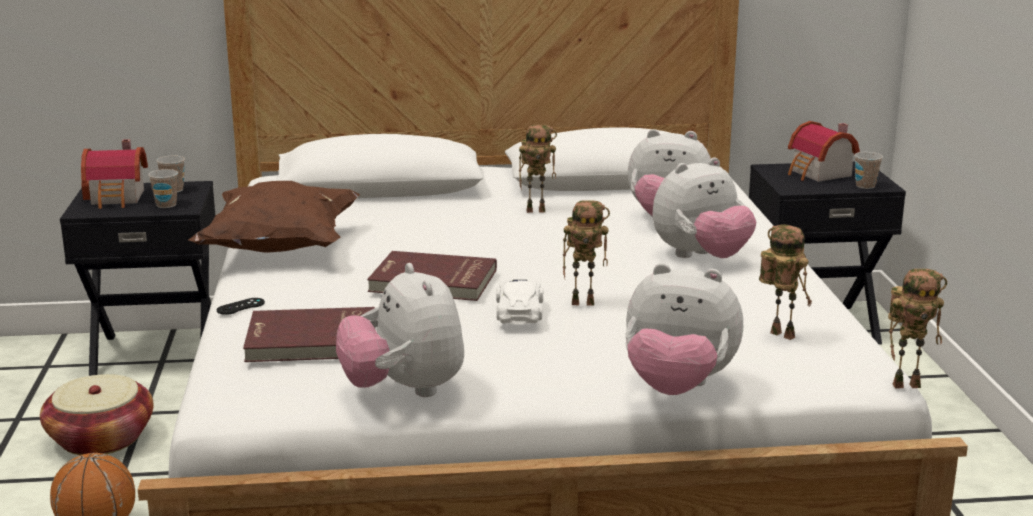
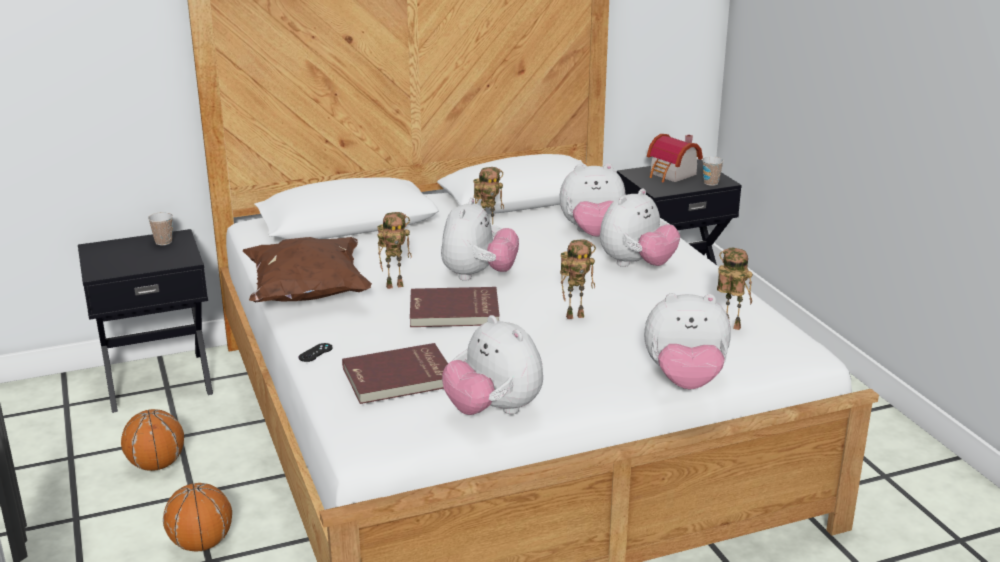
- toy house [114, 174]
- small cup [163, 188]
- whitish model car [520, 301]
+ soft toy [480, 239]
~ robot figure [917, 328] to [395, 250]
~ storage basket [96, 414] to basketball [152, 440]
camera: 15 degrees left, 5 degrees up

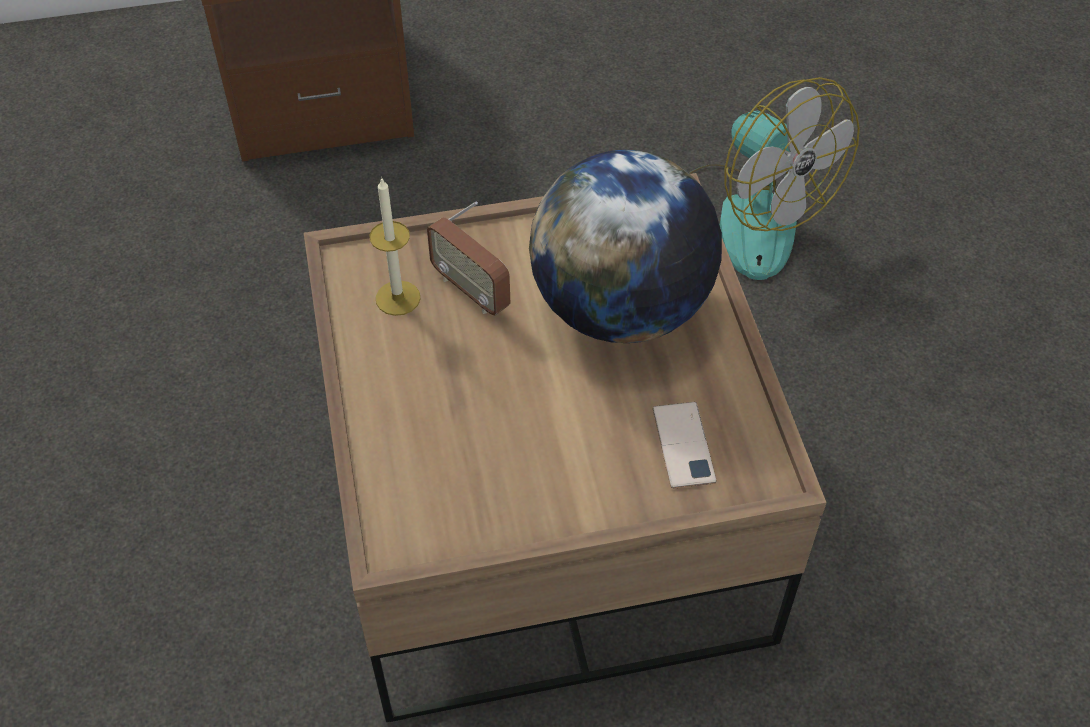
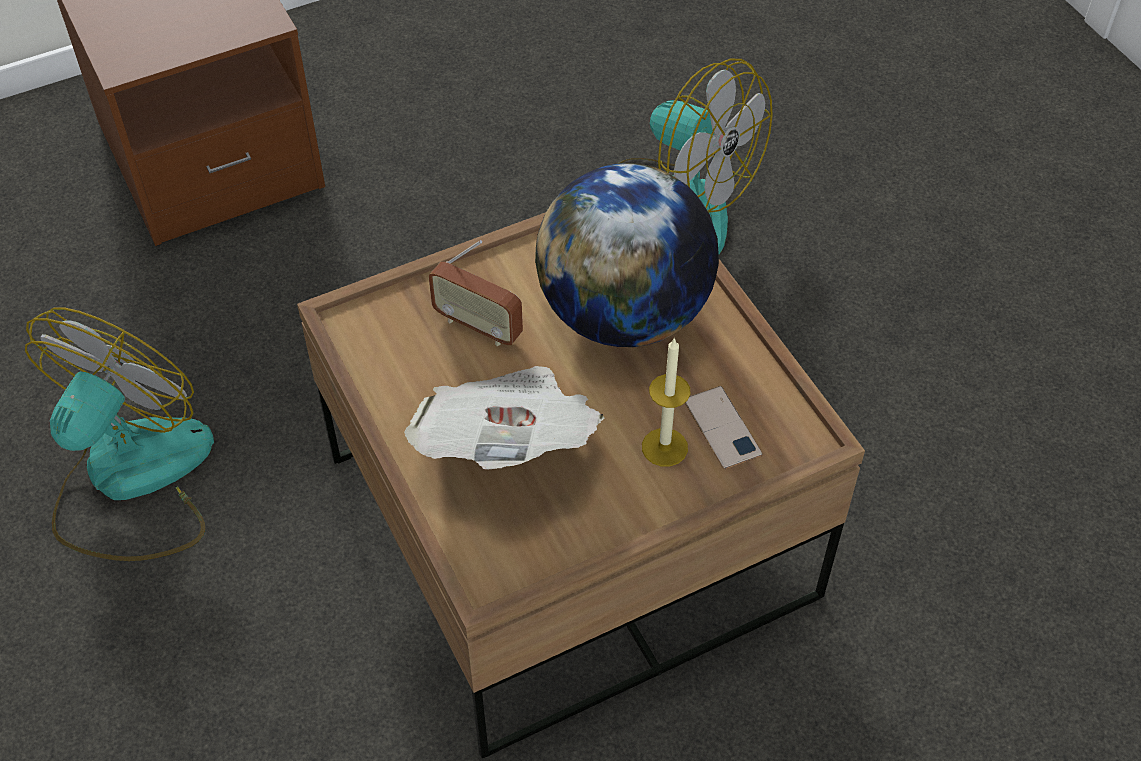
+ electric fan [119, 434]
+ newspaper [504, 418]
~ candle [395, 246] to [666, 401]
camera: 15 degrees left, 0 degrees up

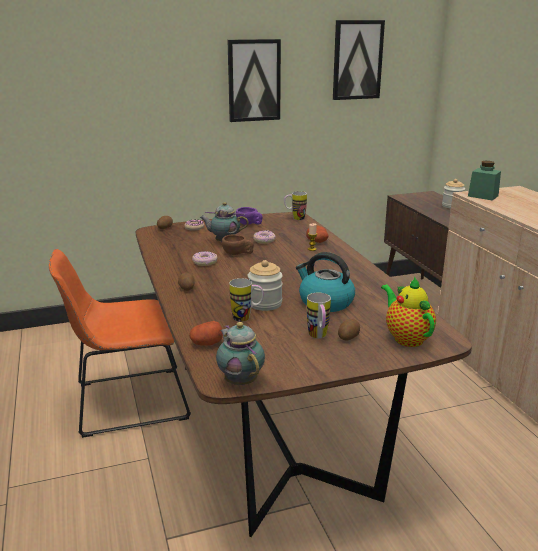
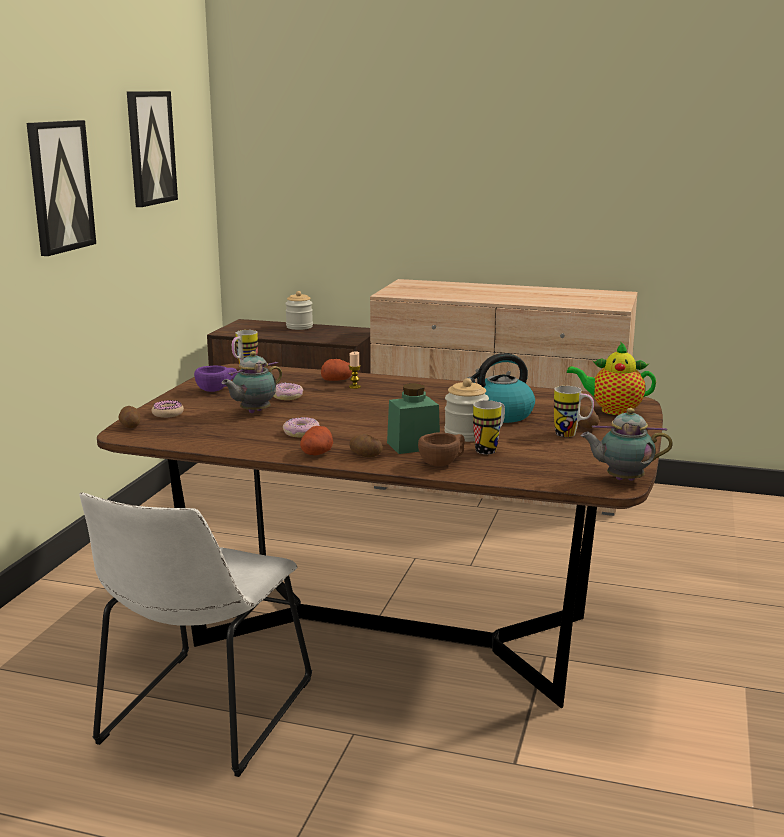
~ whole potato [206, 333] to [316, 440]
~ brownish small cup [238, 244] to [441, 449]
~ green-coloured preserve jar [484, 181] to [413, 418]
~ orangey plain chair [120, 343] to whitish plain chair [195, 634]
camera: 55 degrees left, 5 degrees down

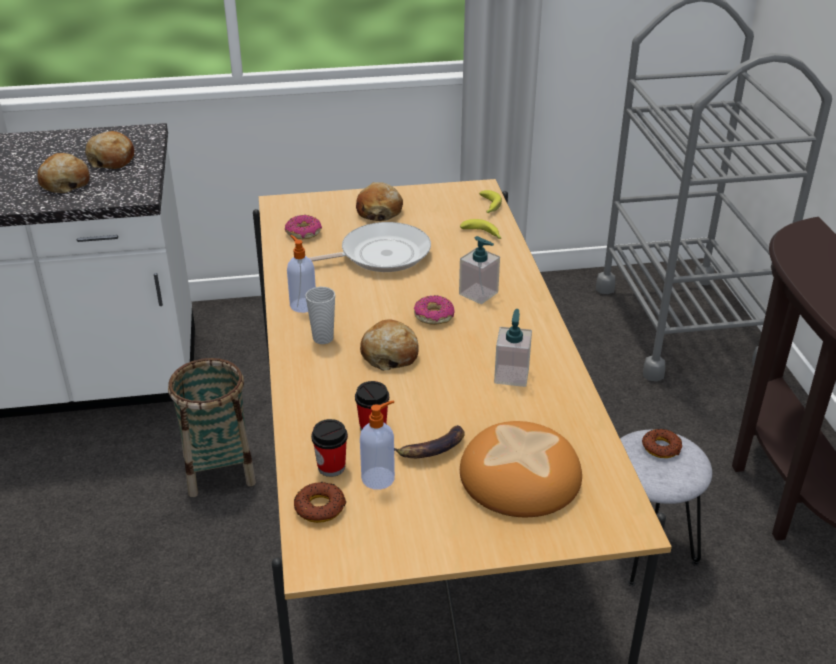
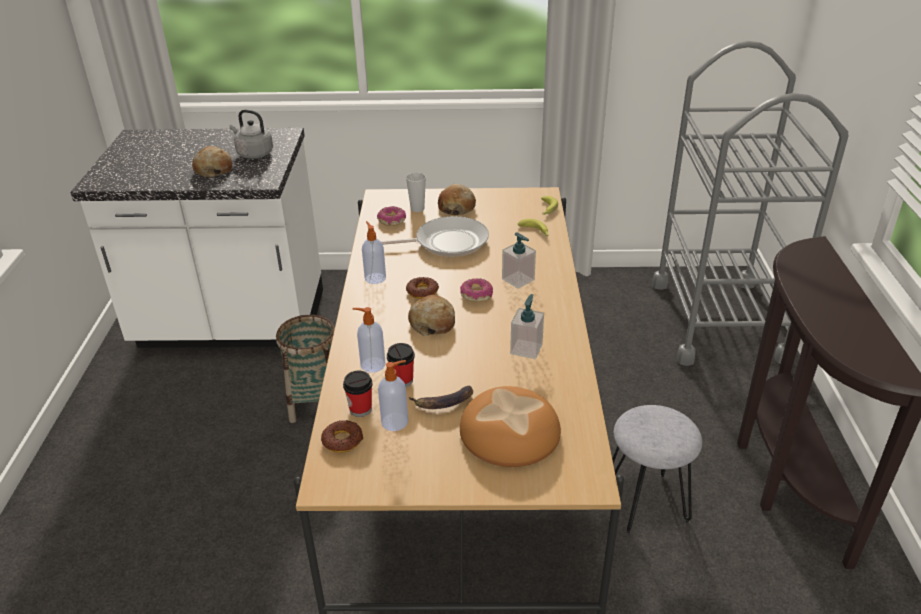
+ soap dispenser [369, 340]
~ small cup [320, 315] to [416, 192]
~ doughnut [662, 443] to [422, 288]
~ bread [109, 150] to grey tea kettle [251, 134]
camera: 10 degrees right, 0 degrees up

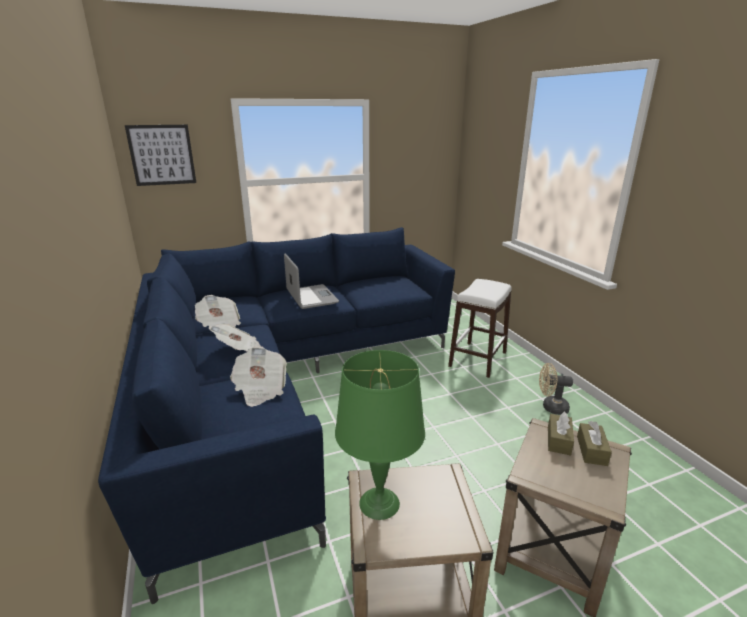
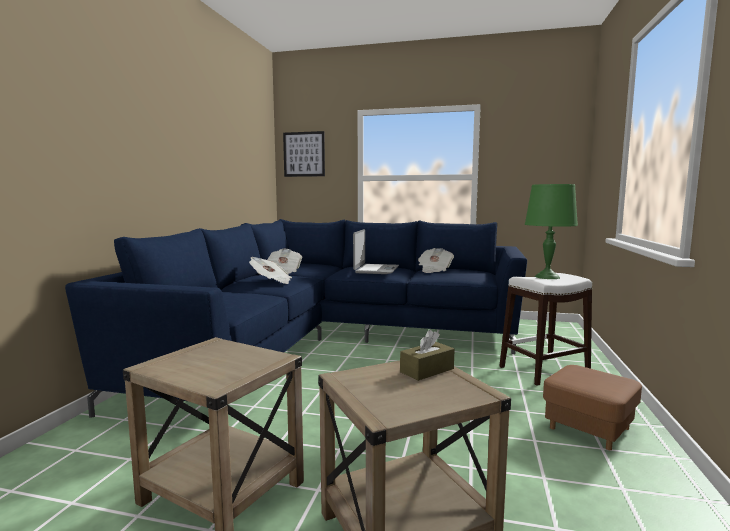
- brownish box of tissues [594, 443]
~ newspaper [258, 376] to [436, 260]
~ green-coloured tabletop lamp [380, 435] to [551, 231]
~ sand-coloured electric fan [556, 389] to brownish footrest [592, 407]
camera: 35 degrees right, 15 degrees down

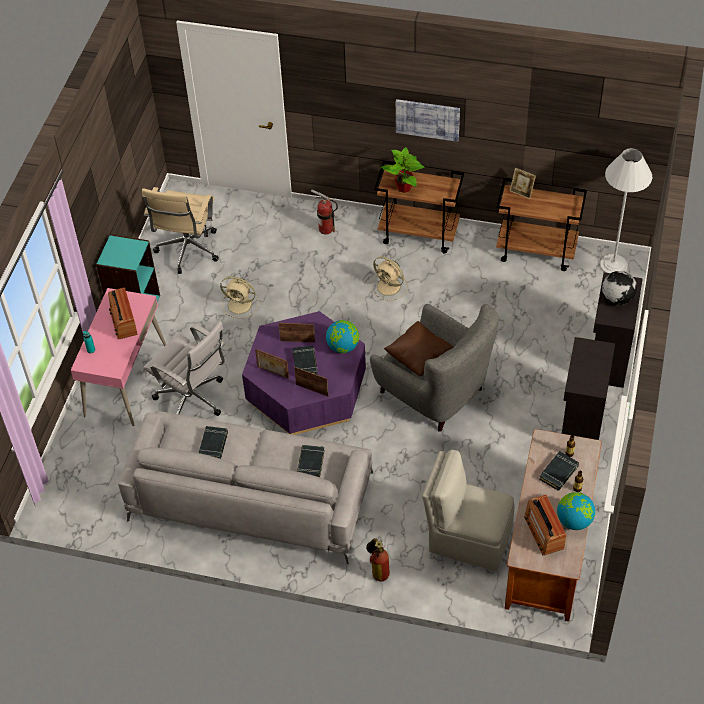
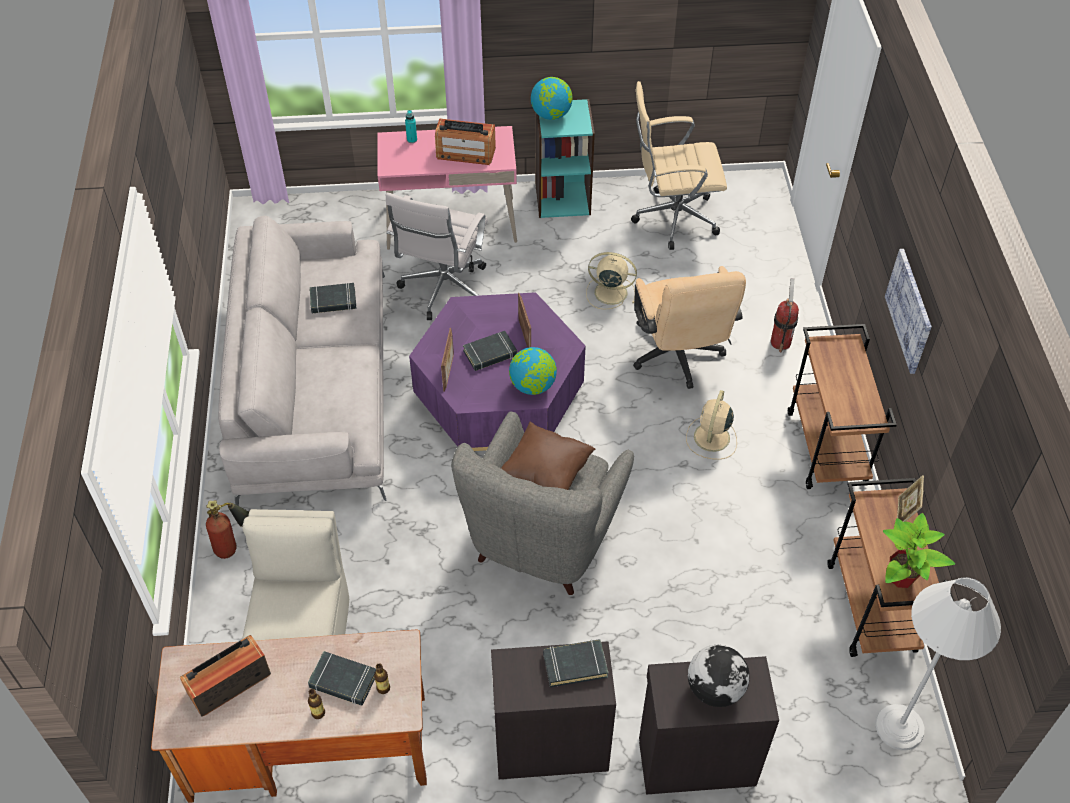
- photo frame [272, 364]
+ sand-coloured desk chair [689, 327]
~ black-coloured volume [311, 461] to [575, 663]
~ potted plant [402, 170] to [919, 550]
~ world globe [576, 511] to [552, 98]
~ radio receiver [123, 313] = [465, 141] 135 degrees counterclockwise
~ sand-coloured electric fan [239, 297] = [611, 281] 105 degrees clockwise
camera: 70 degrees right, 0 degrees up

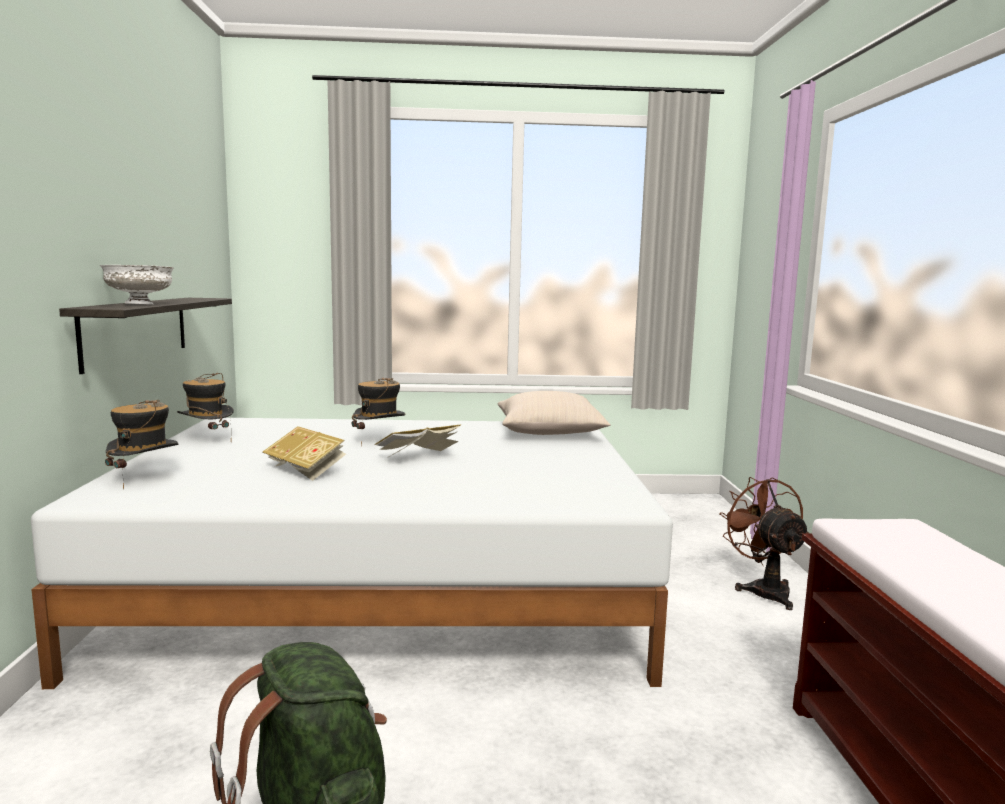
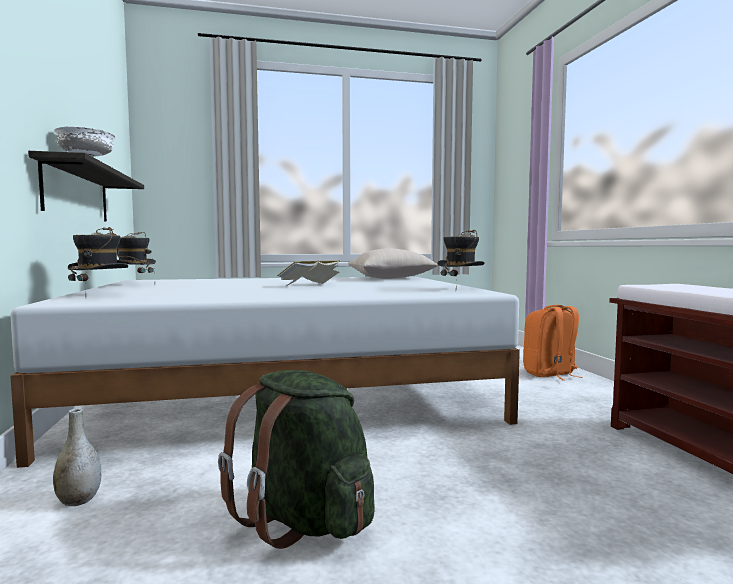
- volume [304, 453]
+ grey vase [77, 457]
~ clothing hat [378, 412] to [460, 259]
~ brownish electric fan [764, 543] to orangey knapsack [553, 342]
camera: 10 degrees left, 5 degrees down

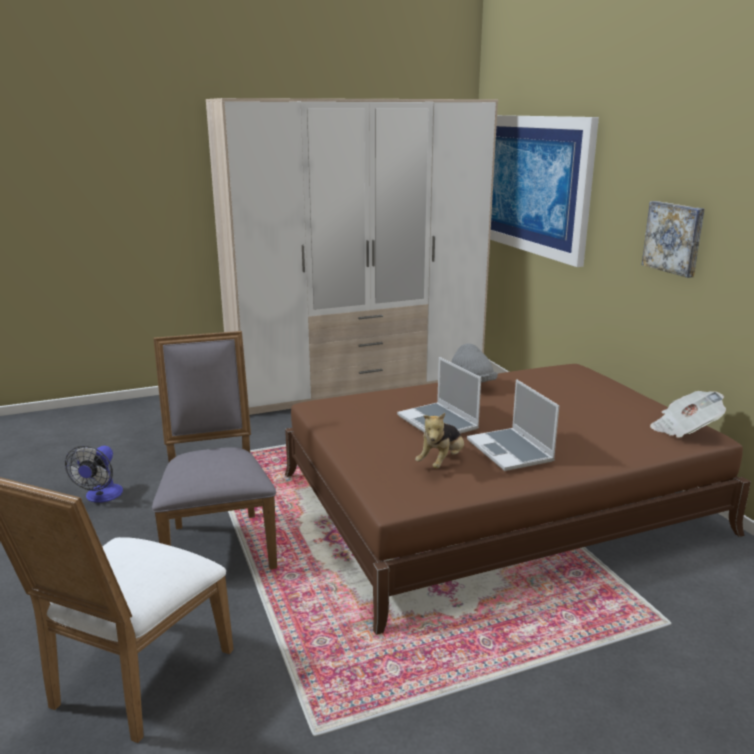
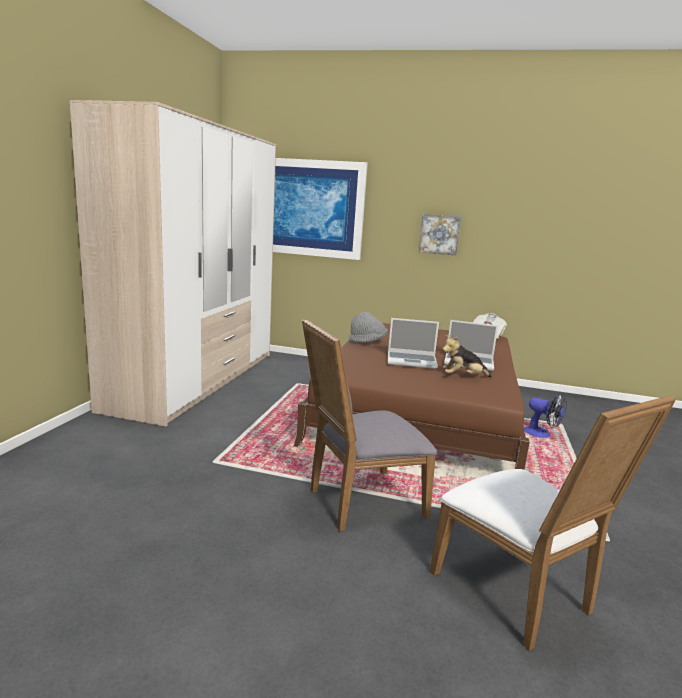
~ electric fan [94, 474] to [545, 415]
~ grey plain chair [214, 450] = [369, 425] 45 degrees counterclockwise
~ soft toy [439, 441] = [467, 356] 105 degrees clockwise
camera: 55 degrees left, 5 degrees down

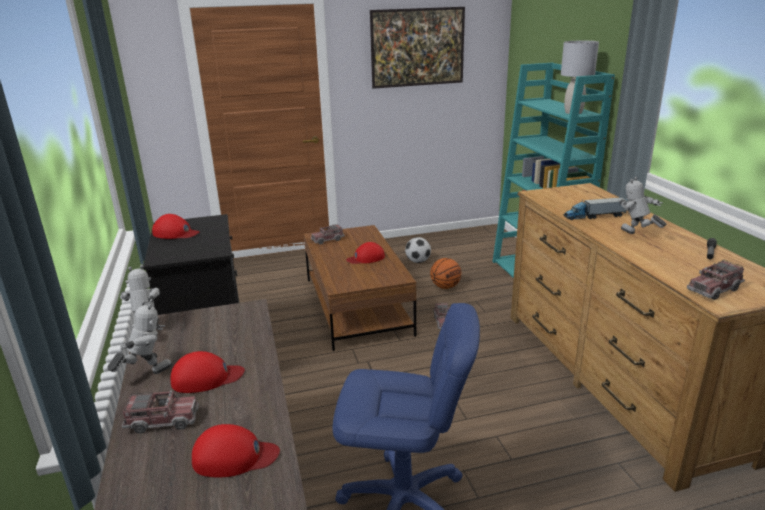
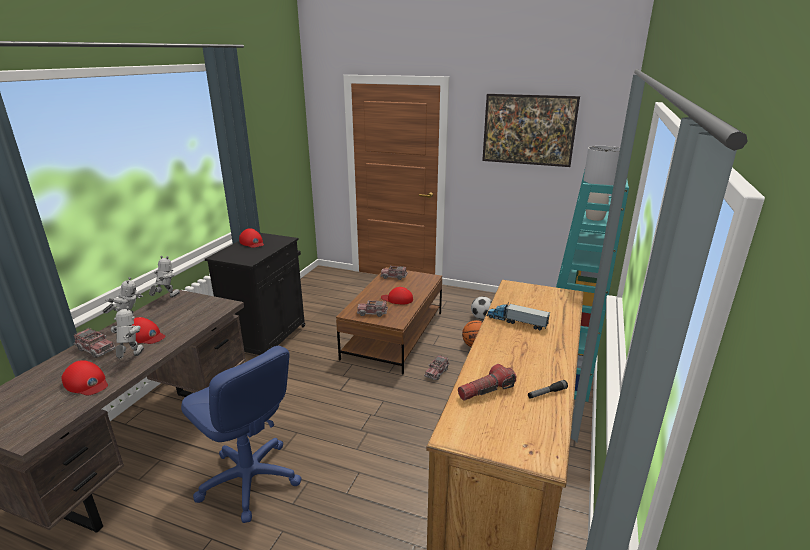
+ hand torch [487, 382]
~ robot figure [642, 205] to [127, 332]
~ toy truck [716, 280] to [372, 308]
camera: 35 degrees right, 0 degrees up

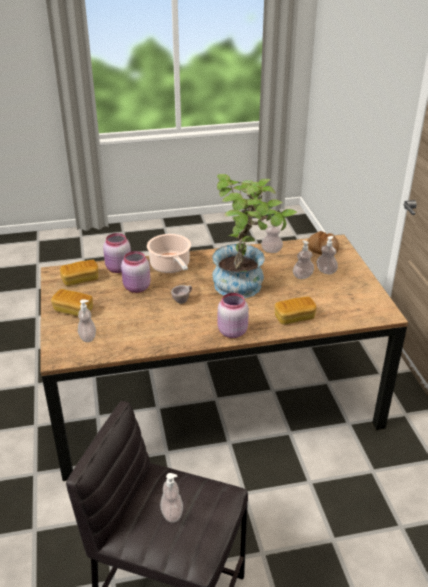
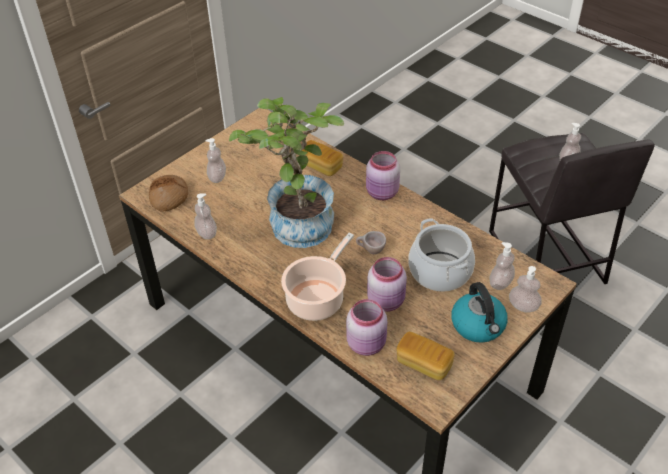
+ cooking pot [441, 255]
~ soap dispenser [303, 260] to [525, 289]
~ bread [72, 302] to tea kettle [479, 312]
camera: 125 degrees left, 10 degrees up

